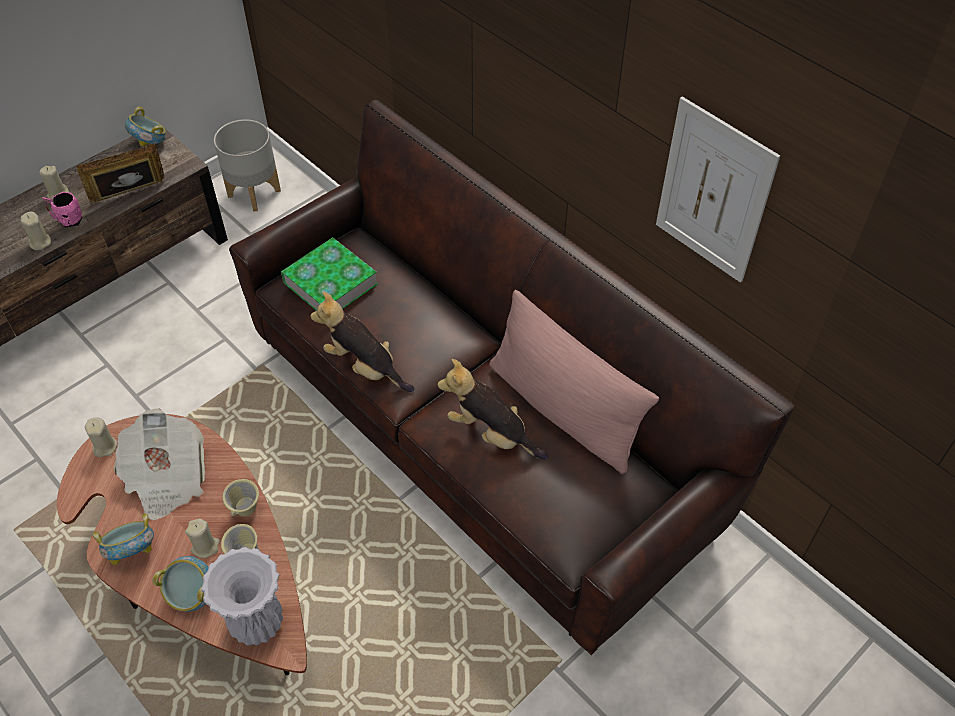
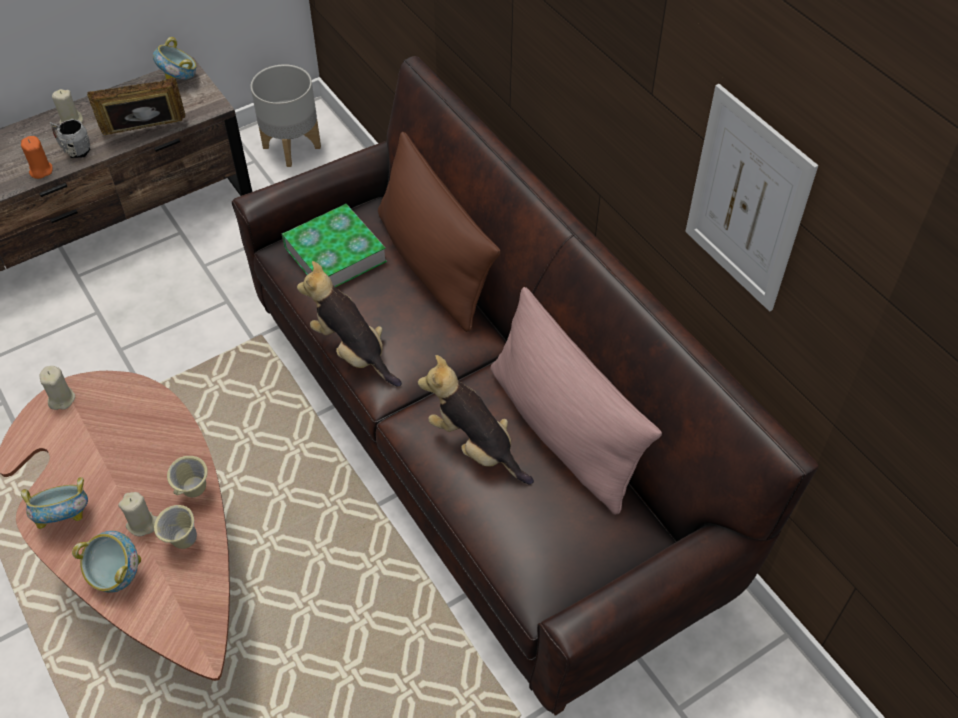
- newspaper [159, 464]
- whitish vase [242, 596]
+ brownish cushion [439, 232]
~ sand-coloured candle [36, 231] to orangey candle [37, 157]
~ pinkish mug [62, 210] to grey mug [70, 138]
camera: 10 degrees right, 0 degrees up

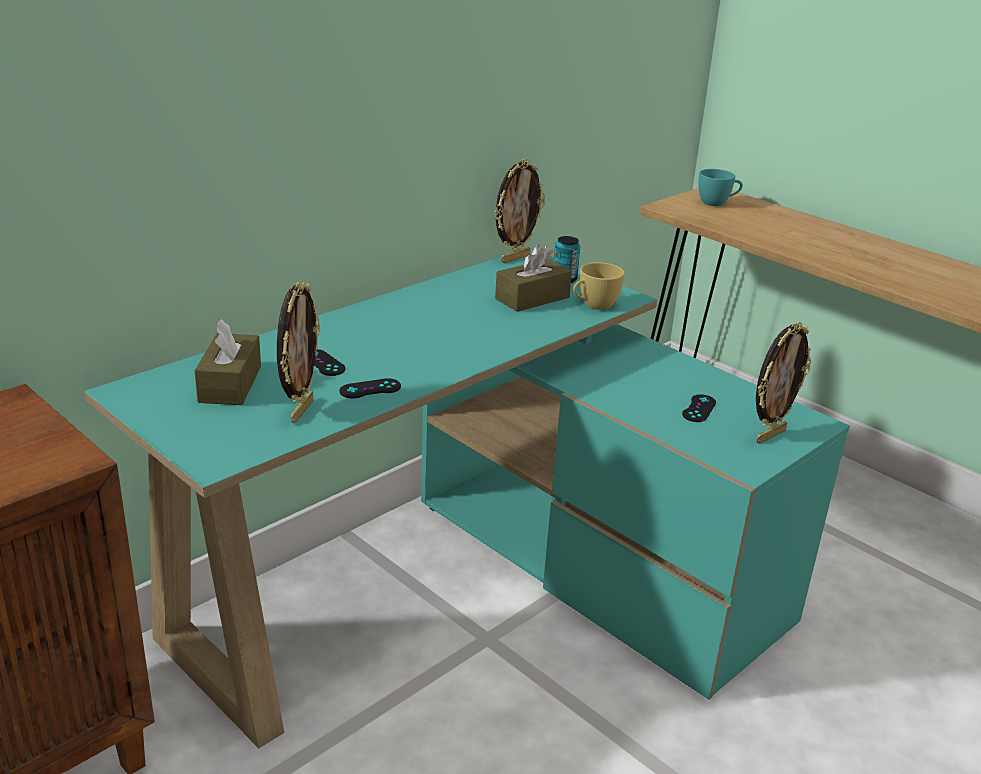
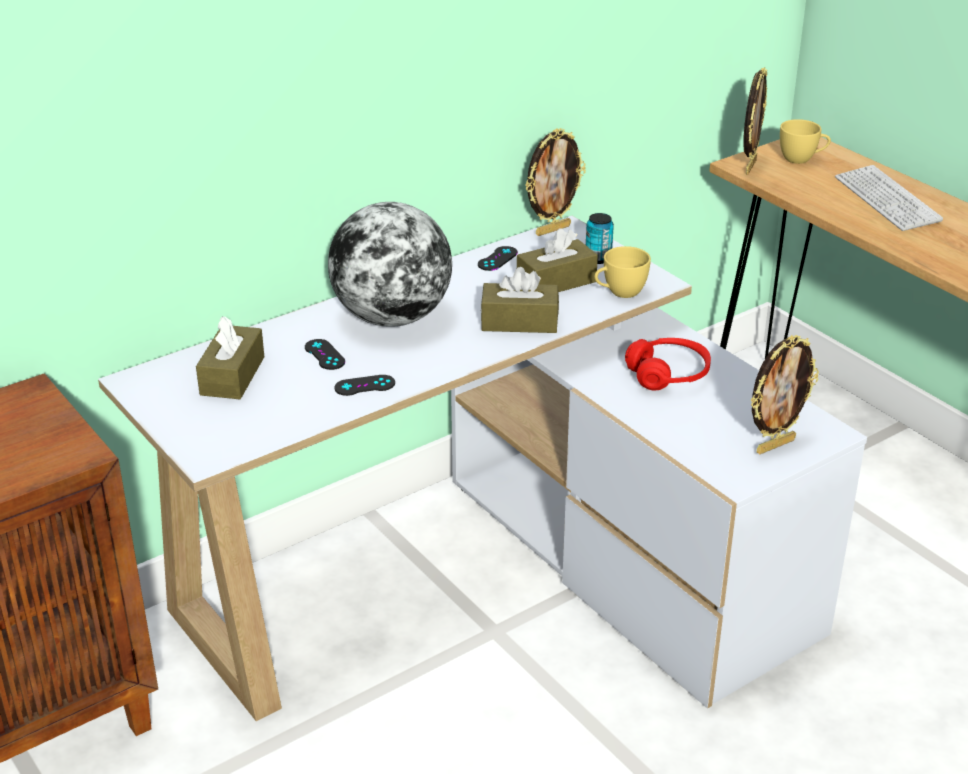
+ world globe [390, 264]
+ brownish box of tissues [520, 300]
+ red-coloured headphones [668, 364]
+ keyboard [889, 198]
~ photo frame [298, 352] to [755, 120]
~ black-coloured game controller [699, 408] to [498, 258]
~ blue-green desk table [467, 498] to whitish desk table [482, 468]
~ blue-green small cup [720, 187] to yellow-coloured small cup [805, 141]
camera: 10 degrees right, 5 degrees up

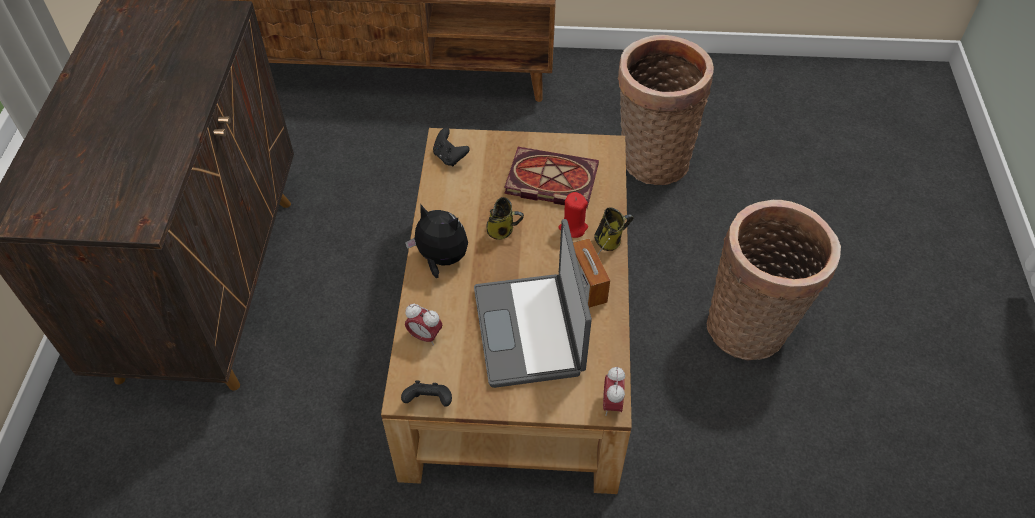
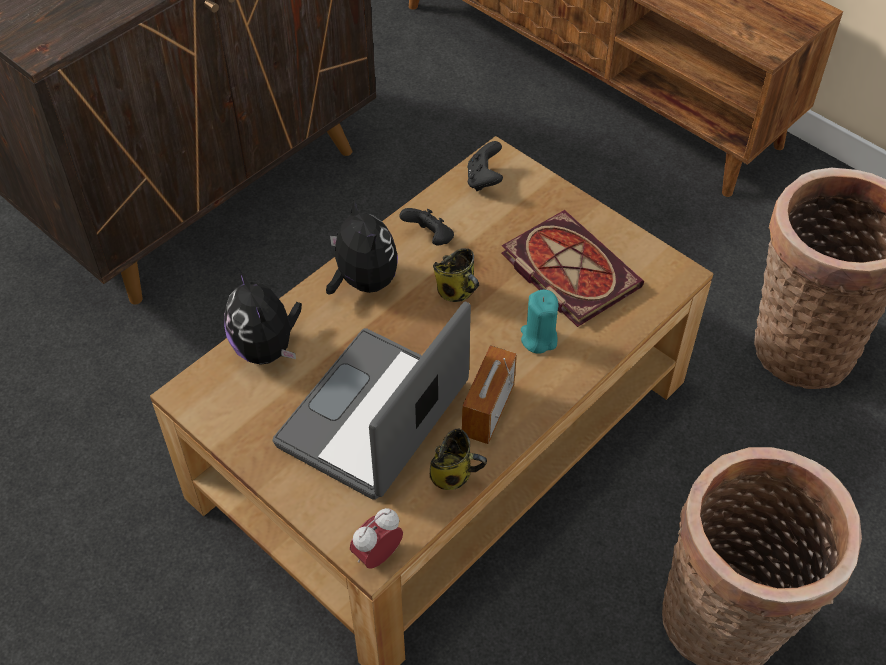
~ black-coloured game controller [426, 394] to [426, 226]
~ mug [613, 229] to [458, 459]
~ bedside clock [423, 324] to soft toy [263, 317]
~ red-coloured candle [573, 215] to blue-green candle [540, 322]
camera: 40 degrees right, 0 degrees up

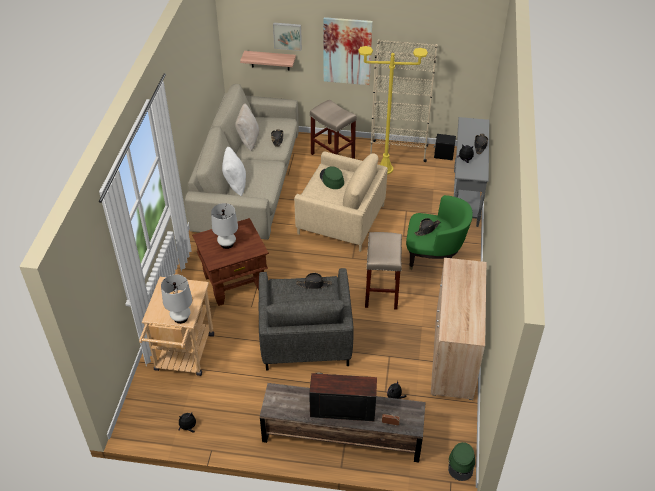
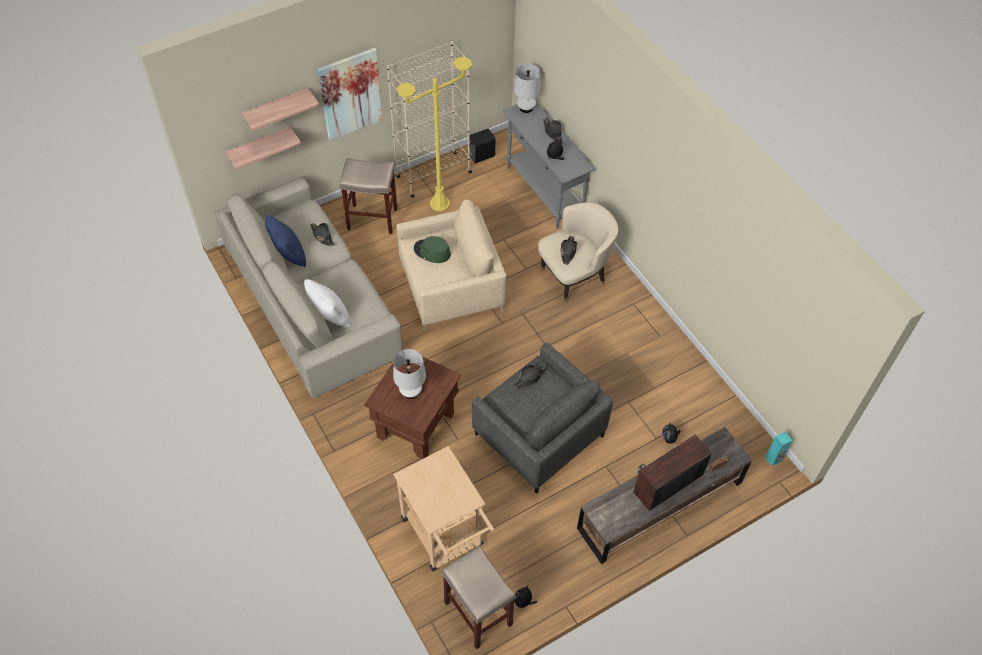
- sand-coloured storage cabinet [458, 329]
~ whitish tabletop lamp [176, 299] to [527, 88]
~ sand-coloured stool [383, 271] to [479, 597]
~ wall art [287, 37] to shelf [280, 109]
~ green-coloured clothing hat [461, 461] to blue-green loudspeaker [778, 449]
~ sand-coloured cushion [247, 127] to blue cushion [285, 241]
~ green-coloured lounge chair [439, 232] to sand-coloured lounge chair [578, 252]
camera: 40 degrees left, 10 degrees up

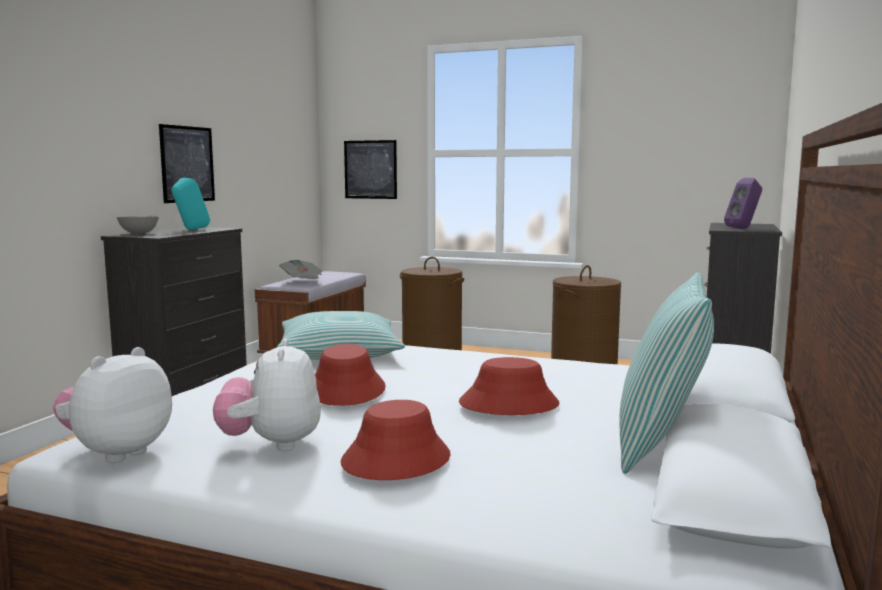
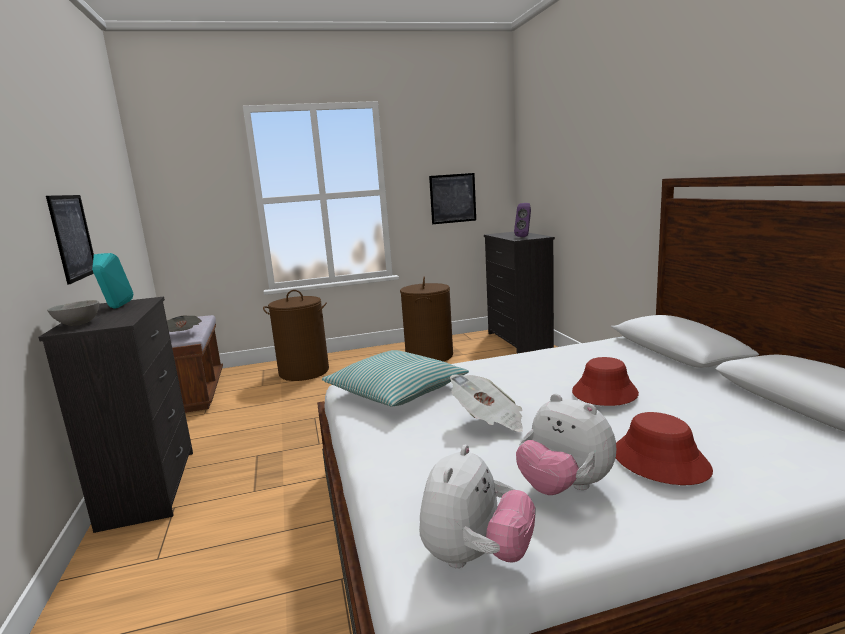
- cushion [666, 373]
~ wall art [370, 169] to [452, 198]
~ red-coloured clothing hat [350, 375] to newspaper [486, 403]
~ soft toy [112, 405] = [477, 506] 150 degrees counterclockwise
camera: 35 degrees left, 5 degrees up

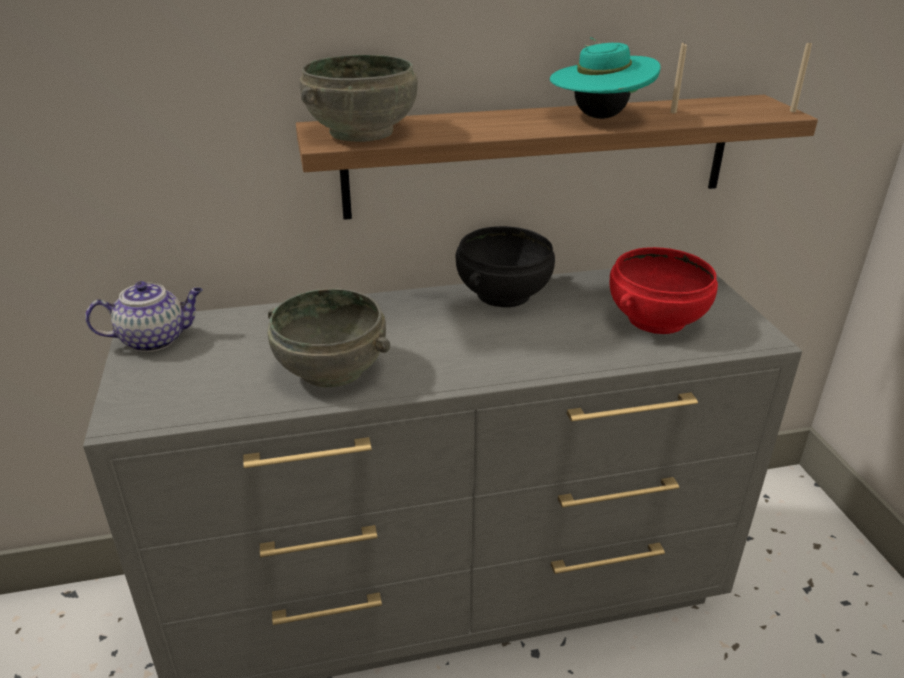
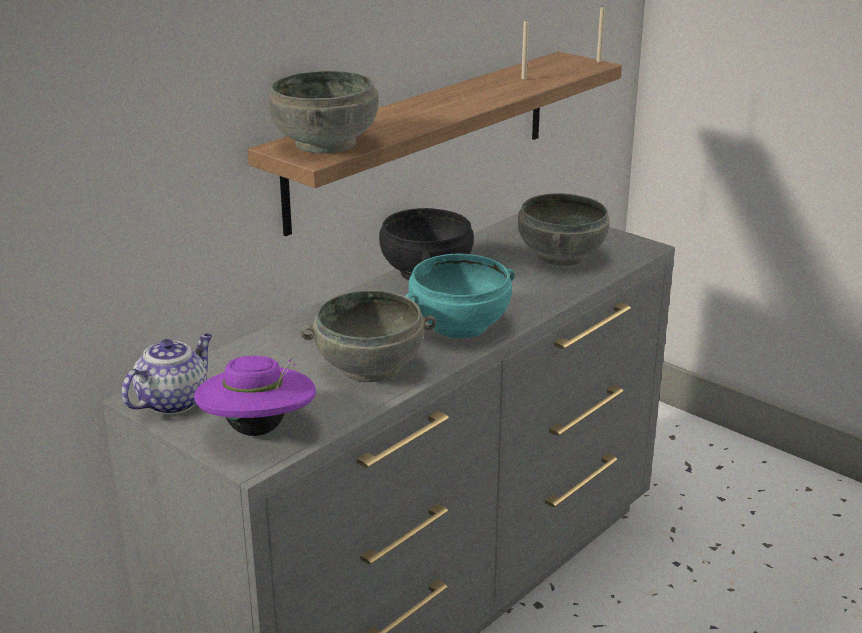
- blue-green clothing hat [605, 78]
+ purple-coloured clothing hat [255, 396]
+ blue-green bowl [460, 296]
~ red-coloured bowl [664, 290] to grey bowl [563, 229]
camera: 35 degrees left, 5 degrees down

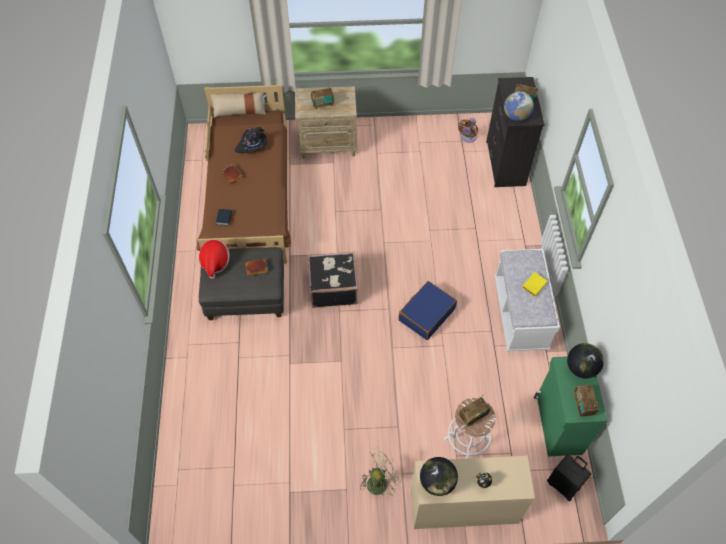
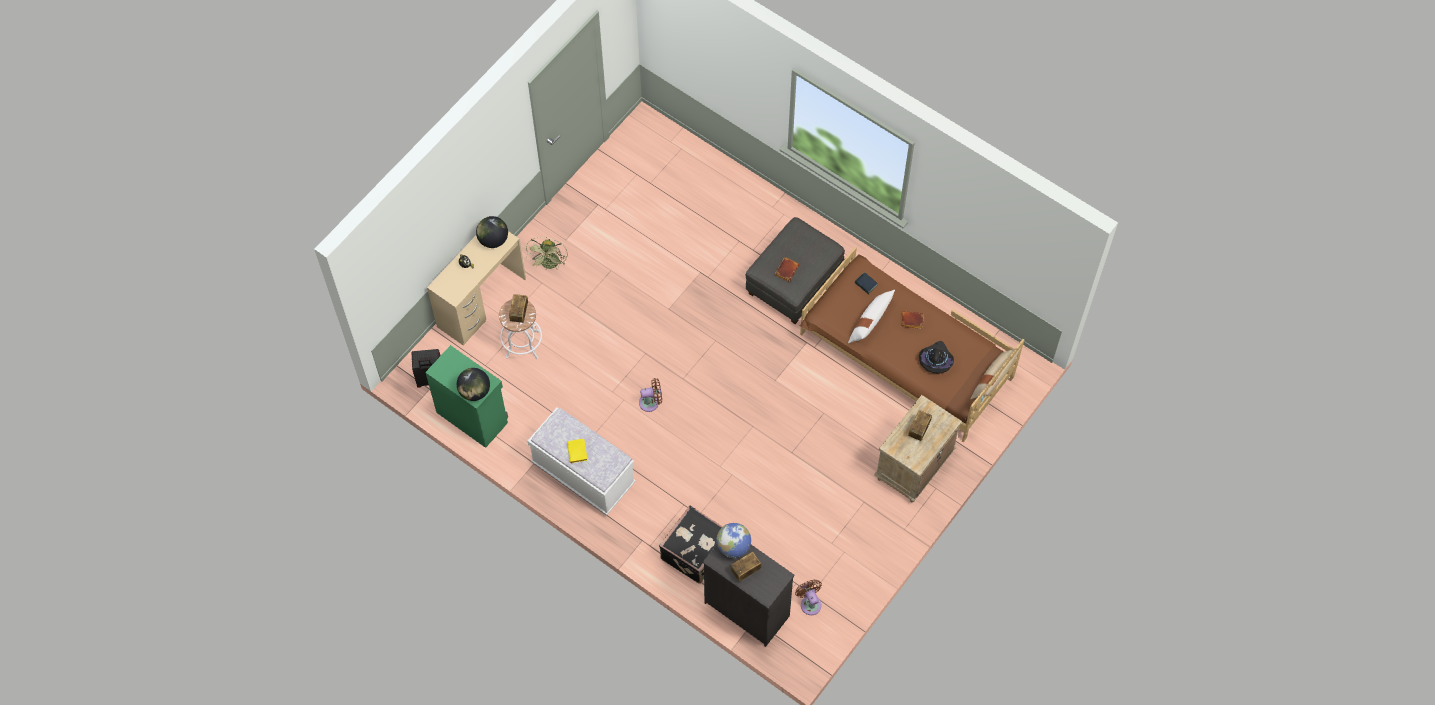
- clothing hat [214, 259]
- radio receiver [586, 401]
+ whitish cushion [871, 316]
~ black-coloured piece of luggage [333, 279] to [691, 544]
~ blue piece of luggage [427, 310] to brownish electric fan [650, 395]
camera: 130 degrees right, 5 degrees up

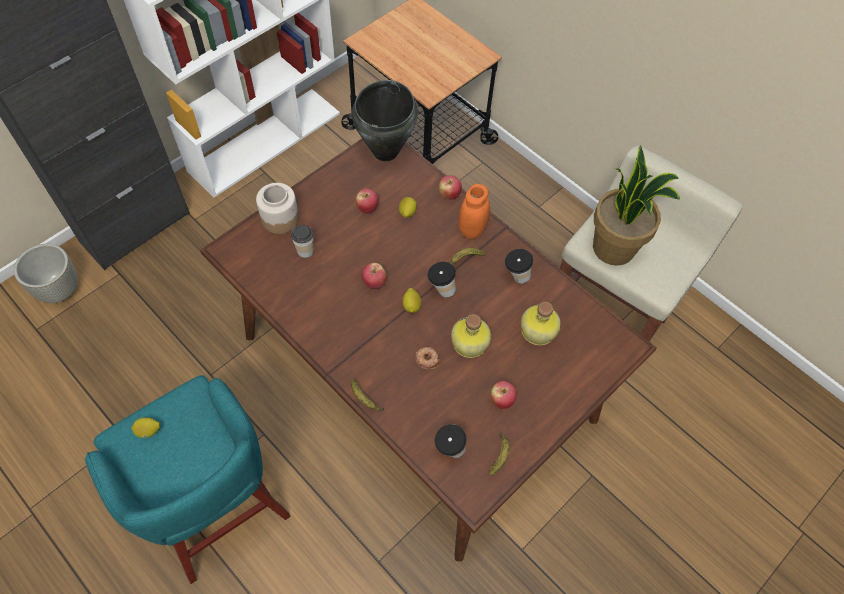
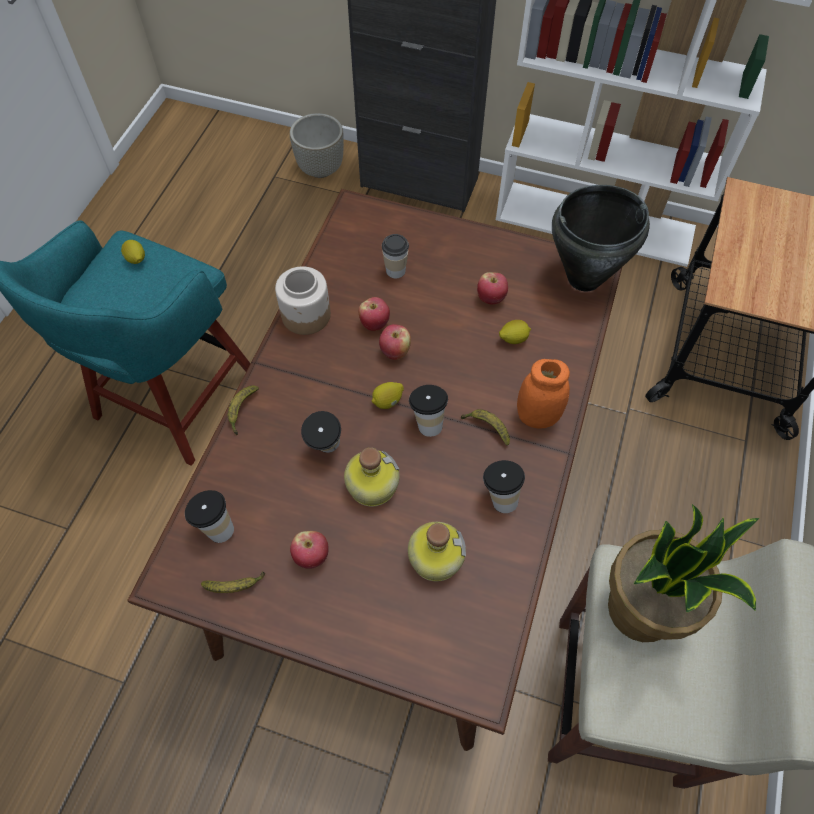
~ preserve jar [277, 208] to [303, 300]
~ apple [450, 187] to [374, 314]
~ doughnut [427, 358] to small cup [321, 432]
camera: 65 degrees right, 0 degrees up

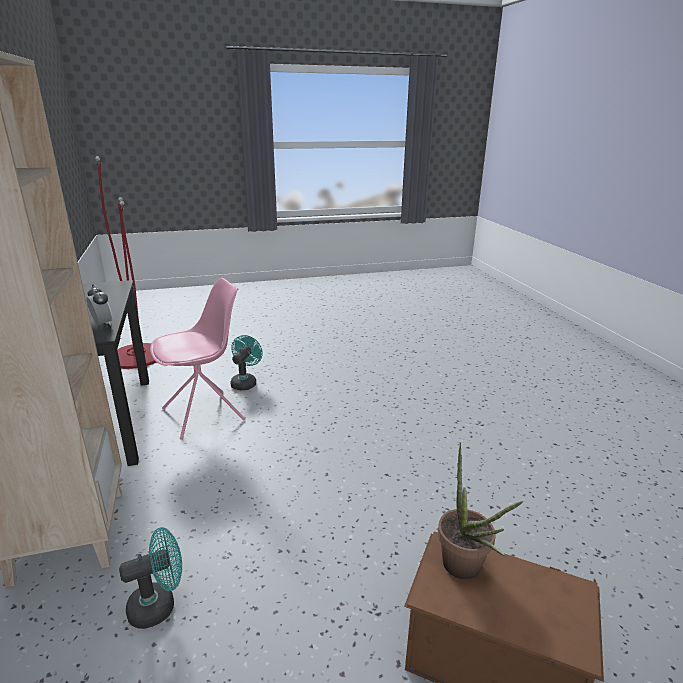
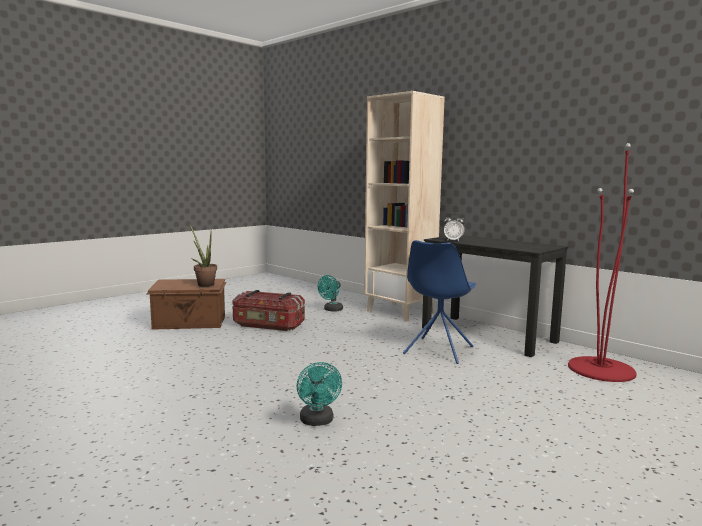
+ storage bin [268, 310]
~ blue-green electric fan [247, 362] to [319, 394]
~ pinkish plain chair [197, 359] to blue plain chair [439, 302]
camera: 150 degrees right, 15 degrees down

